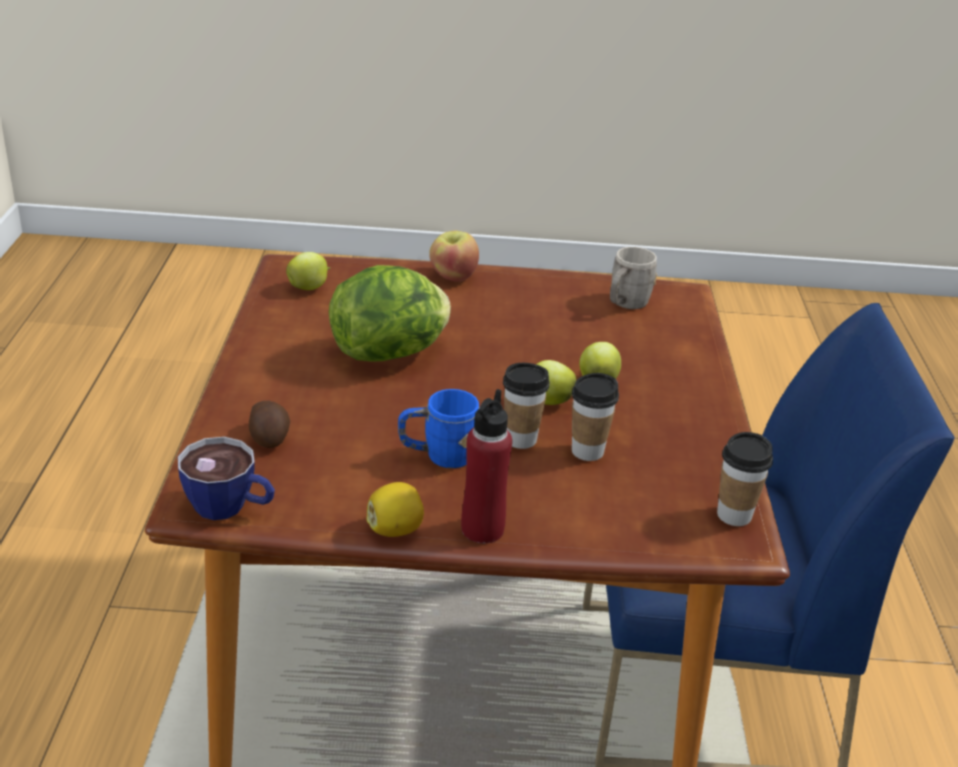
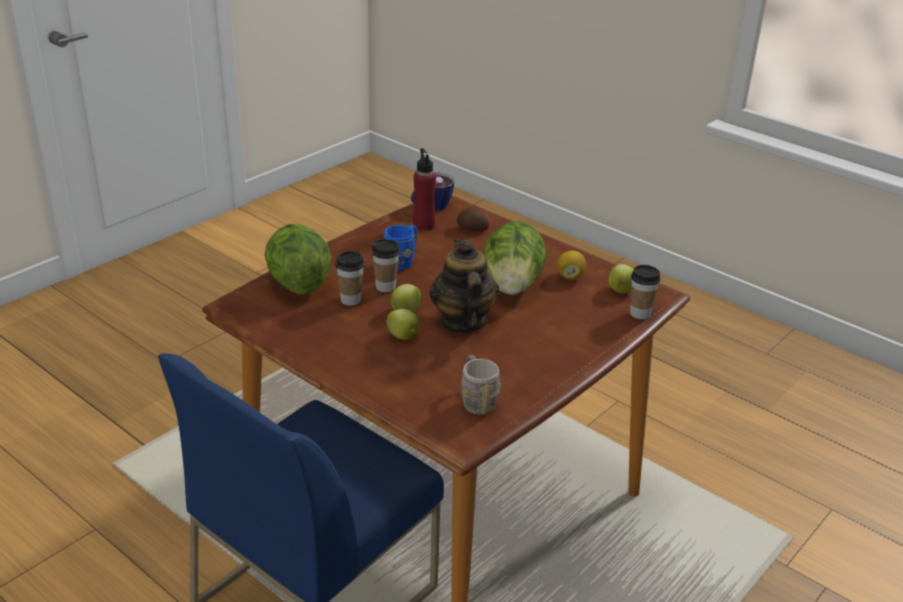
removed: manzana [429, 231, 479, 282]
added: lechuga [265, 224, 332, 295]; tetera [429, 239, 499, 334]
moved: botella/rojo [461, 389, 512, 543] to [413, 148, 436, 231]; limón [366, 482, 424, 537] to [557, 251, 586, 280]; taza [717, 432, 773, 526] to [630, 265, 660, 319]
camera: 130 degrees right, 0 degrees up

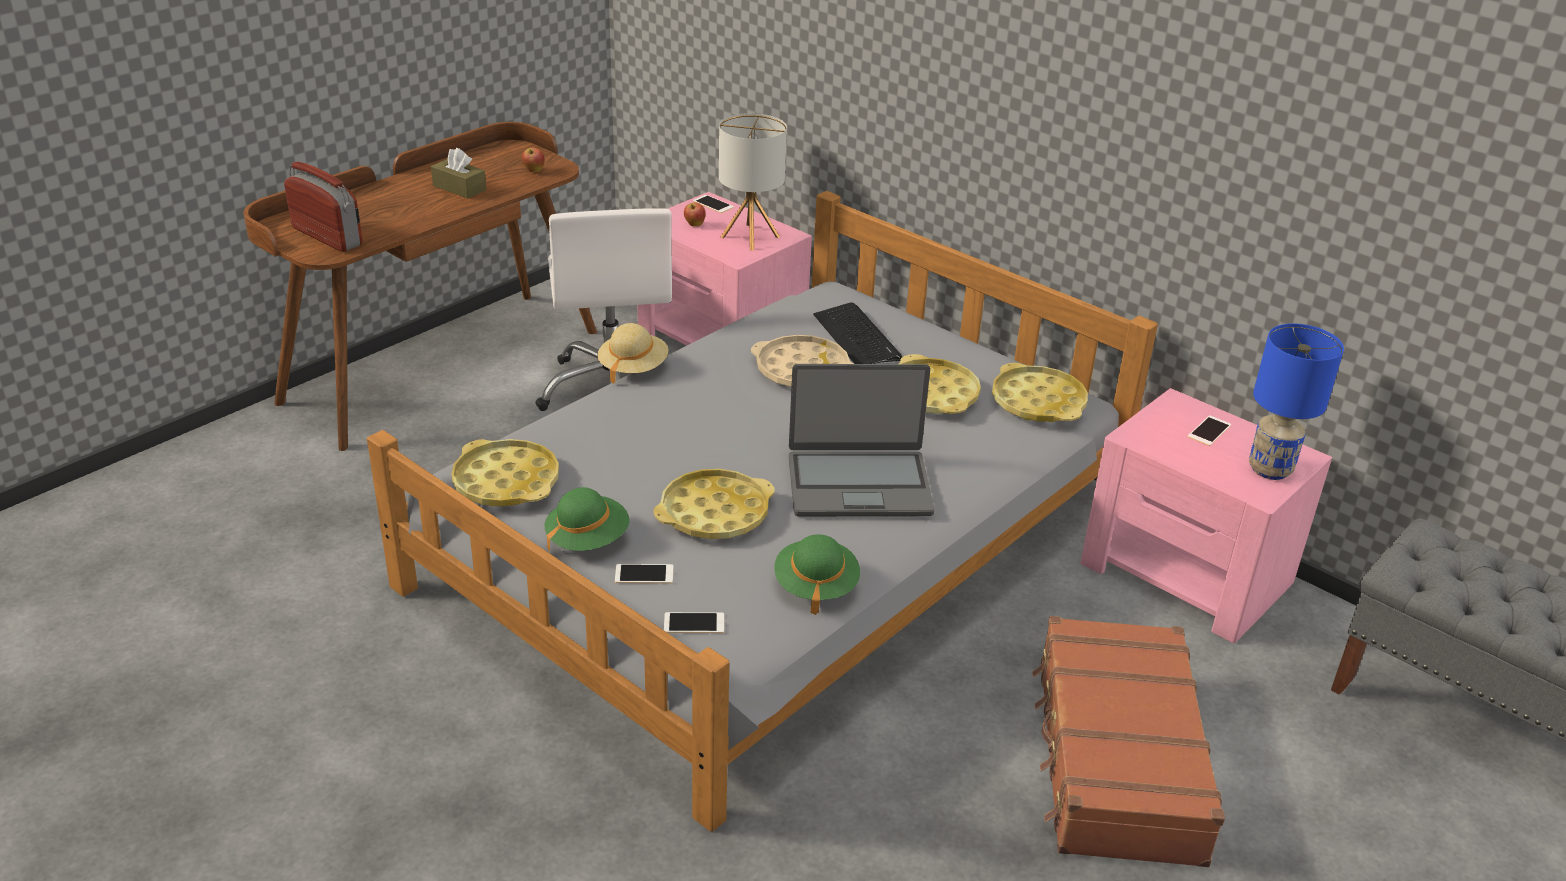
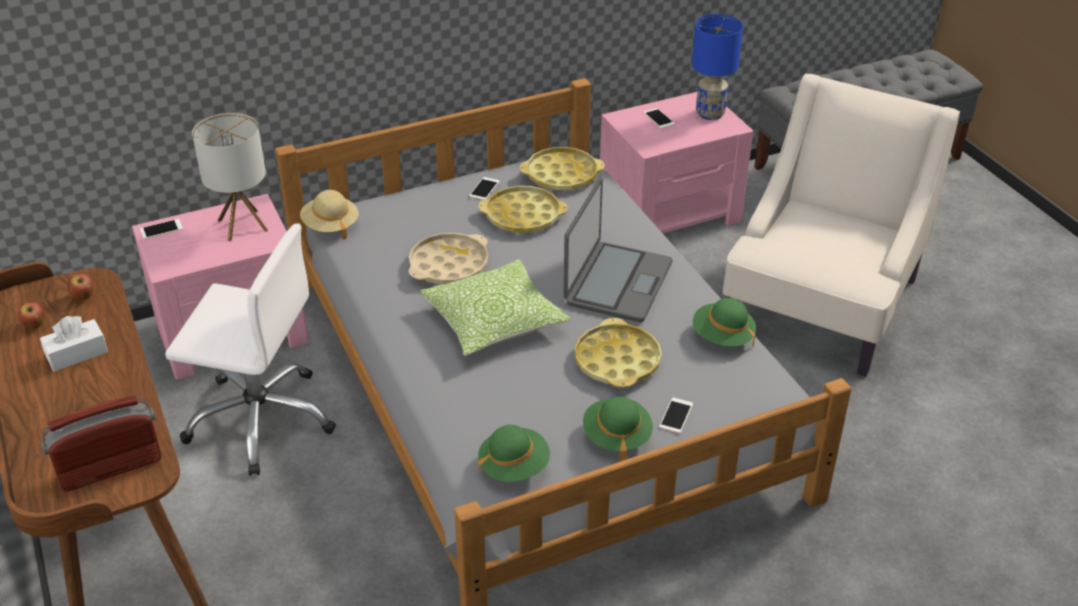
removed: teclado [813, 303, 902, 364]
added: cojín [420, 259, 570, 356]
moved: manzana [684, 202, 706, 227] to [18, 302, 45, 329]; sombrero/beis [597, 323, 668, 384] to [300, 190, 359, 239]; móvil [664, 612, 724, 633] to [469, 177, 500, 200]
replaced: bandeja/amarillo [451, 439, 559, 507] to sombrero/verde [478, 425, 550, 482]; maleta/marrón [1032, 616, 1225, 867] to sillón/beis [723, 73, 960, 377]
recoloured: caja de pañuelos/marrón [431, 148, 486, 198] to caja de pañuelos/blanco [40, 316, 108, 372]
camera: 65 degrees left, 5 degrees up

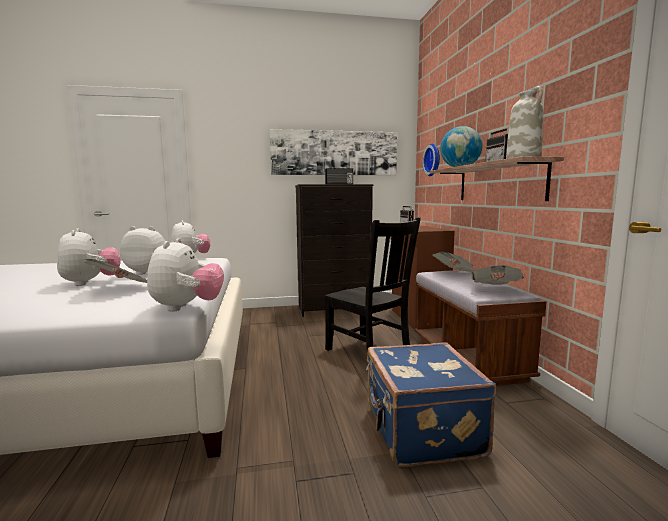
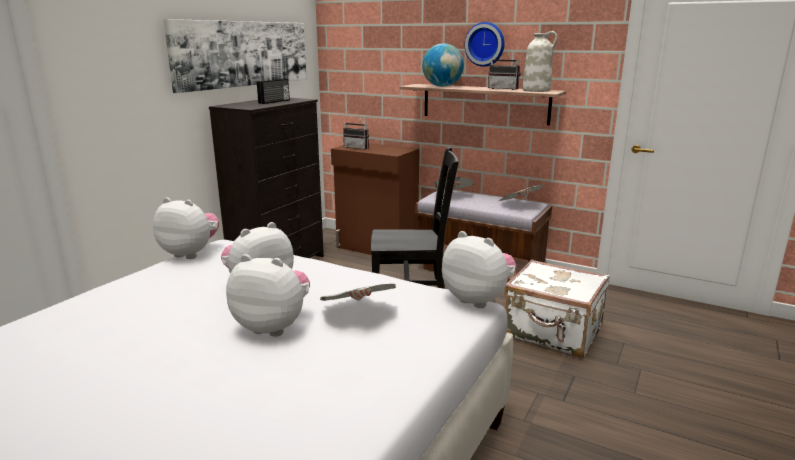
moved: reloj de pared [423, 144, 440, 176] to [465, 22, 505, 67]
recoloured: maleta/azul [366, 342, 496, 467] to maleta/blanco [504, 259, 609, 358]
camera: 50 degrees left, 10 degrees up

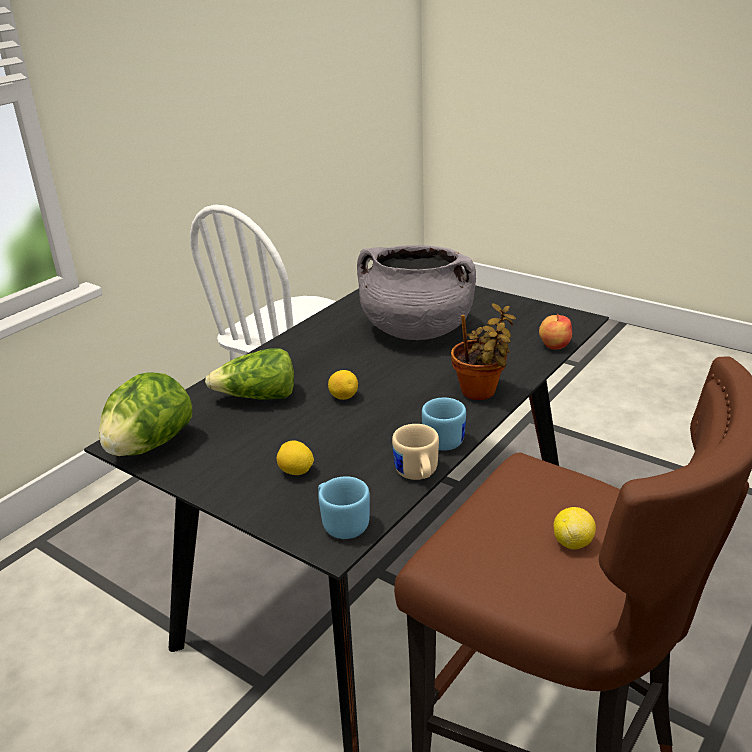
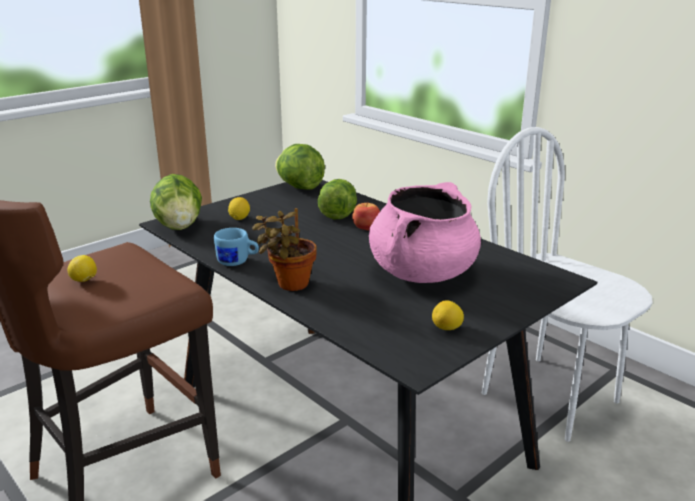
removed: taza grande/beis [392, 424, 439, 480]
moved: manzana [539, 314, 572, 349] to [352, 202, 380, 231]; limón [328, 370, 358, 400] to [432, 300, 464, 330]
replaced: taza grande/azul [318, 476, 370, 539] to lechuga [150, 174, 202, 230]
recoloured: olla/gris [357, 245, 476, 340] to olla/rosa [369, 182, 481, 283]
camera: 100 degrees right, 5 degrees down

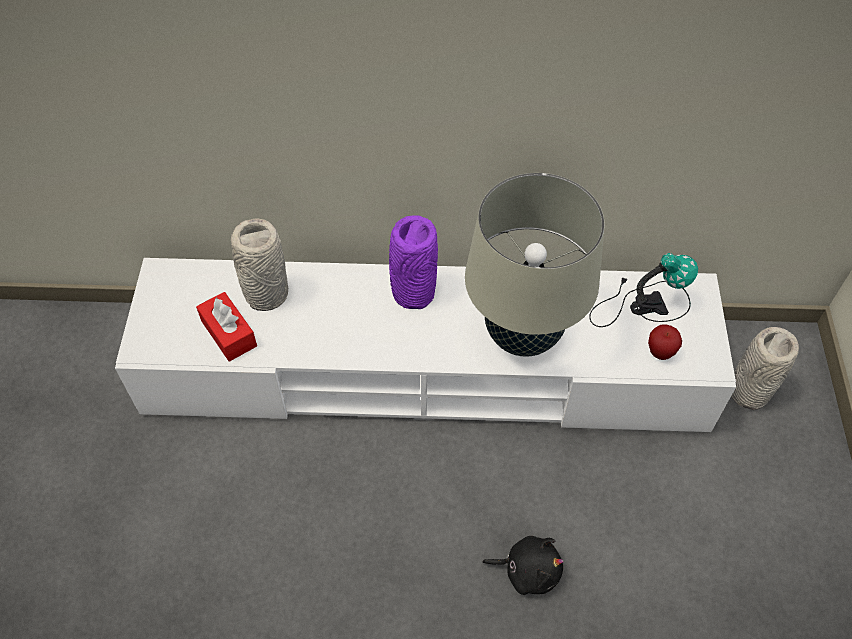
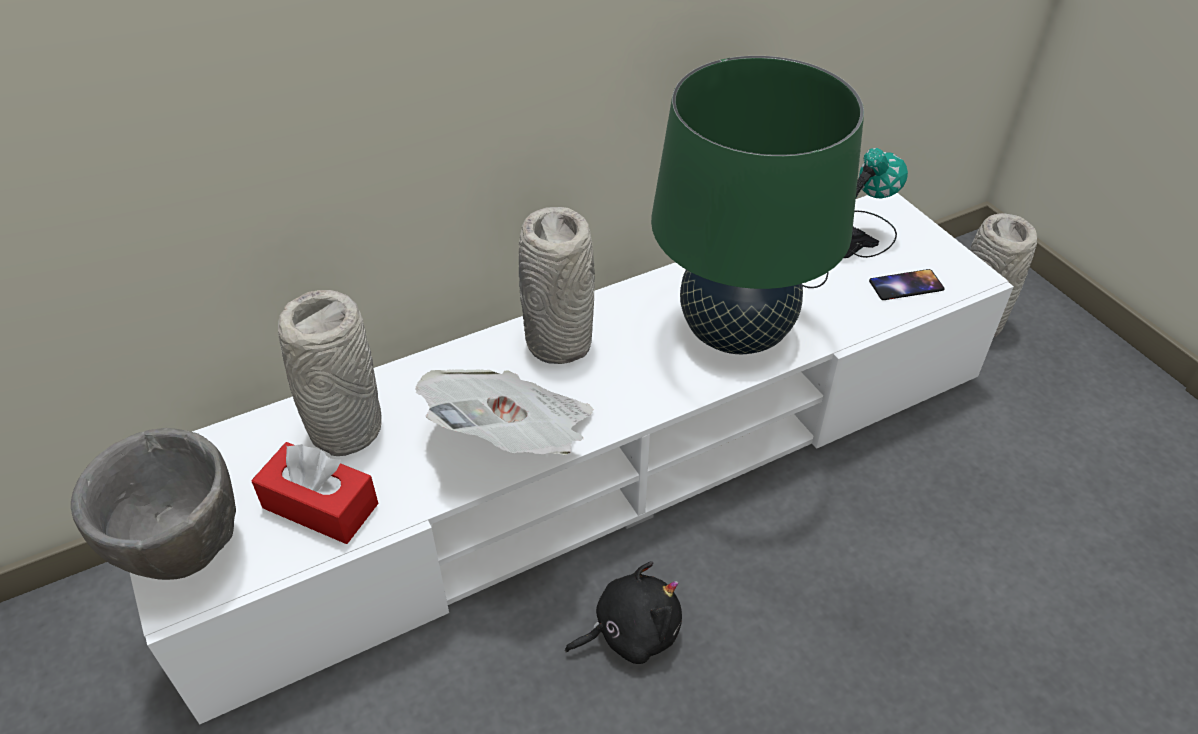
added: cuenco/gris [71, 428, 236, 580]; periódico [416, 369, 594, 455]
moved: peluche/negro [482, 536, 564, 595] to [565, 561, 682, 664]
replaced: manzana [648, 324, 682, 360] to móvil [869, 269, 944, 300]
recoloured: florero/morado [389, 215, 438, 309] to florero/gris [519, 207, 595, 364]; lámpara de mesa/beis [465, 173, 605, 357] to lámpara de mesa/verde [651, 56, 864, 354]
camera: 30 degrees left, 10 degrees down

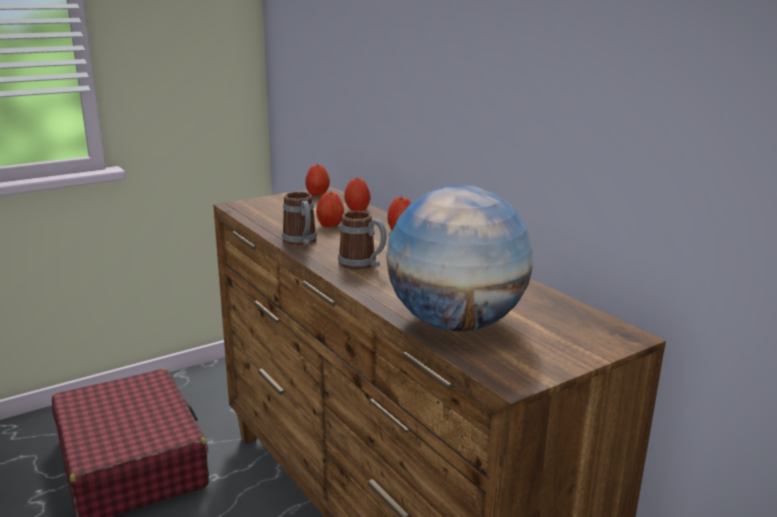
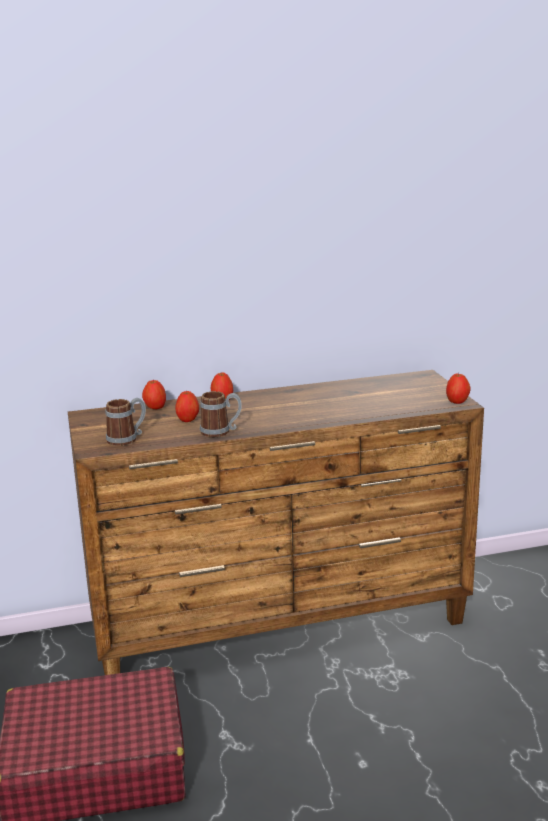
removed: globo terráqueo [386, 185, 533, 331]
moved: taza grande [338, 211, 387, 270] to [106, 398, 146, 446]; manzana [305, 164, 330, 196] to [446, 373, 470, 404]
camera: 70 degrees left, 0 degrees up

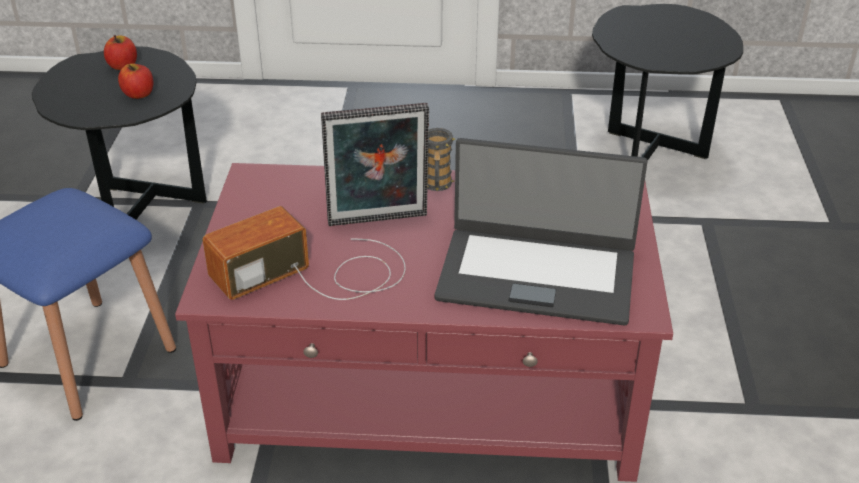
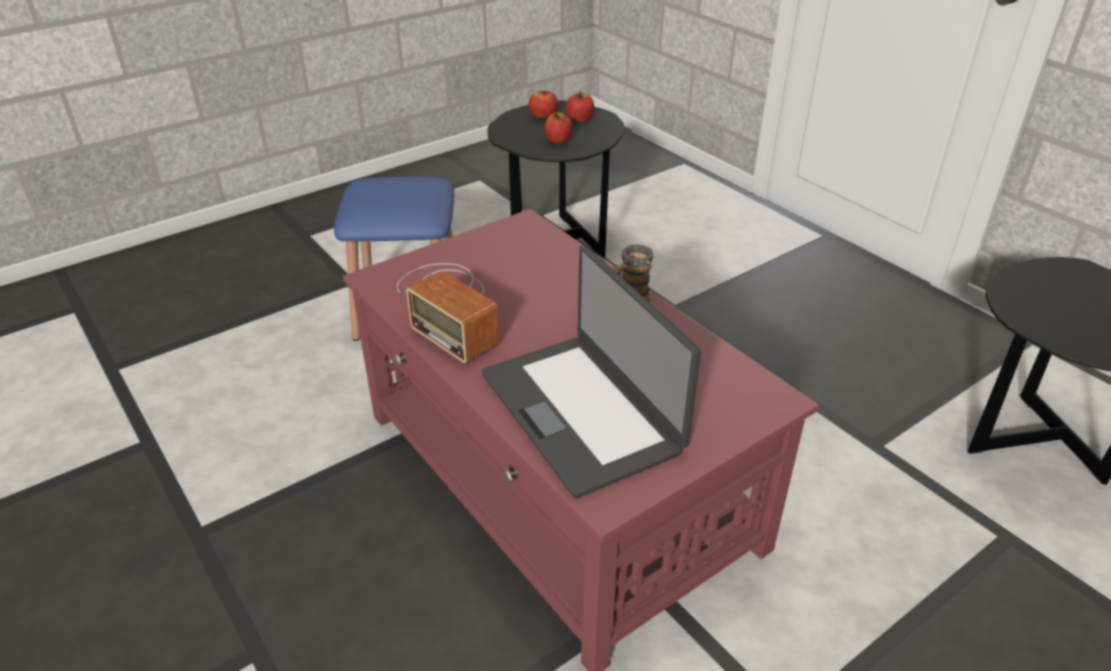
removed: portarretratos [321, 103, 429, 226]
added: manzana [529, 91, 558, 119]
turned: radio [203, 206, 406, 300] = [397, 263, 499, 363] 150 degrees counterclockwise
camera: 50 degrees right, 0 degrees up

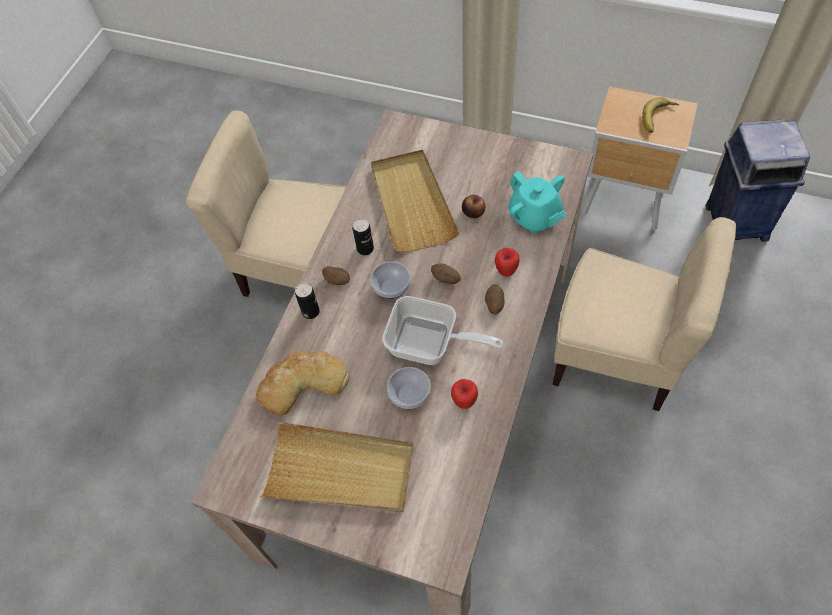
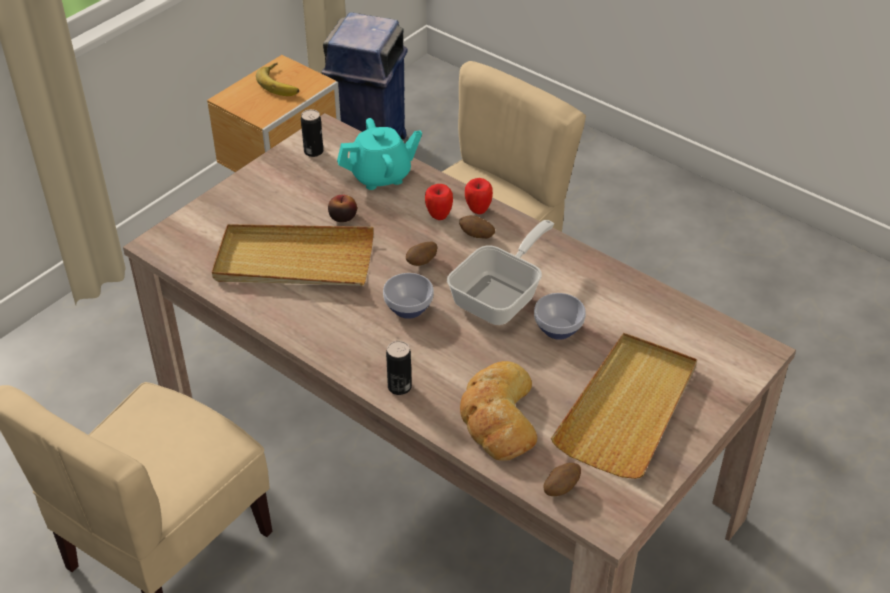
moved: lata [353, 218, 374, 255] to [301, 109, 323, 157]; manzana [451, 379, 478, 409] to [465, 178, 493, 214]; patata [322, 266, 350, 285] to [544, 463, 581, 496]
camera: 75 degrees left, 15 degrees down

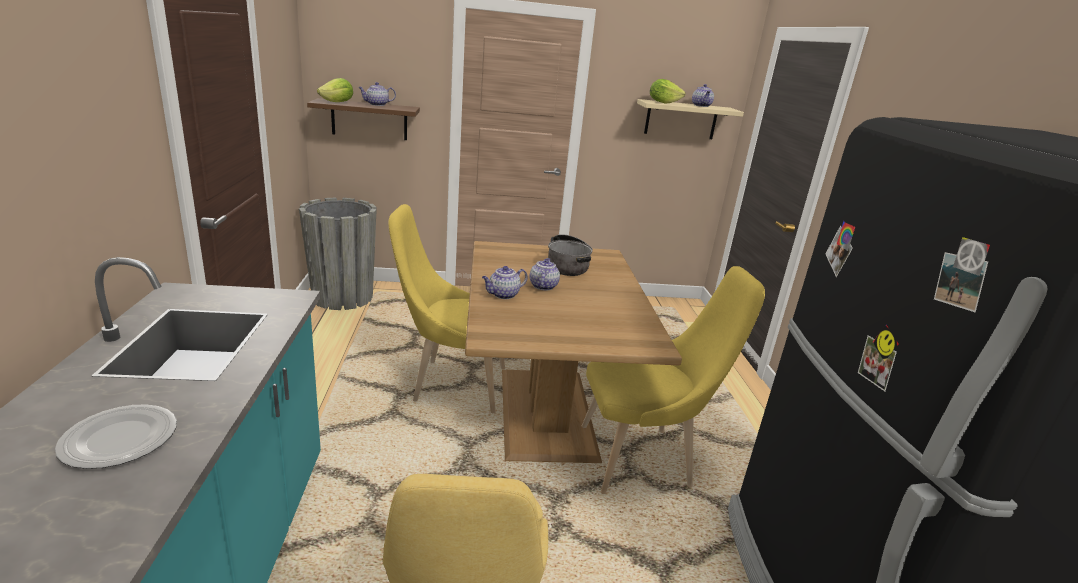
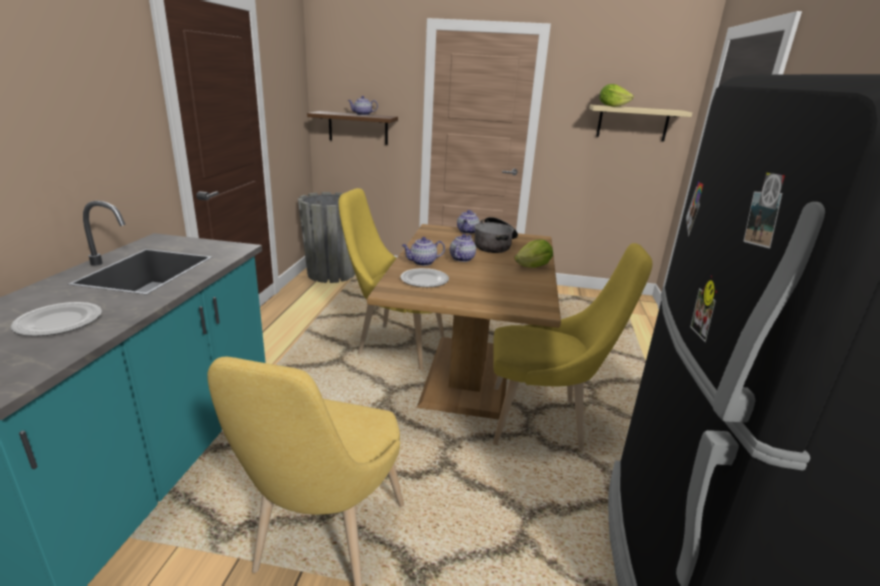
added: plato [400, 268, 449, 287]
moved: tetera [692, 84, 714, 107] to [457, 210, 480, 234]; lechuga [317, 78, 353, 102] to [514, 239, 553, 268]
camera: 15 degrees right, 0 degrees up

